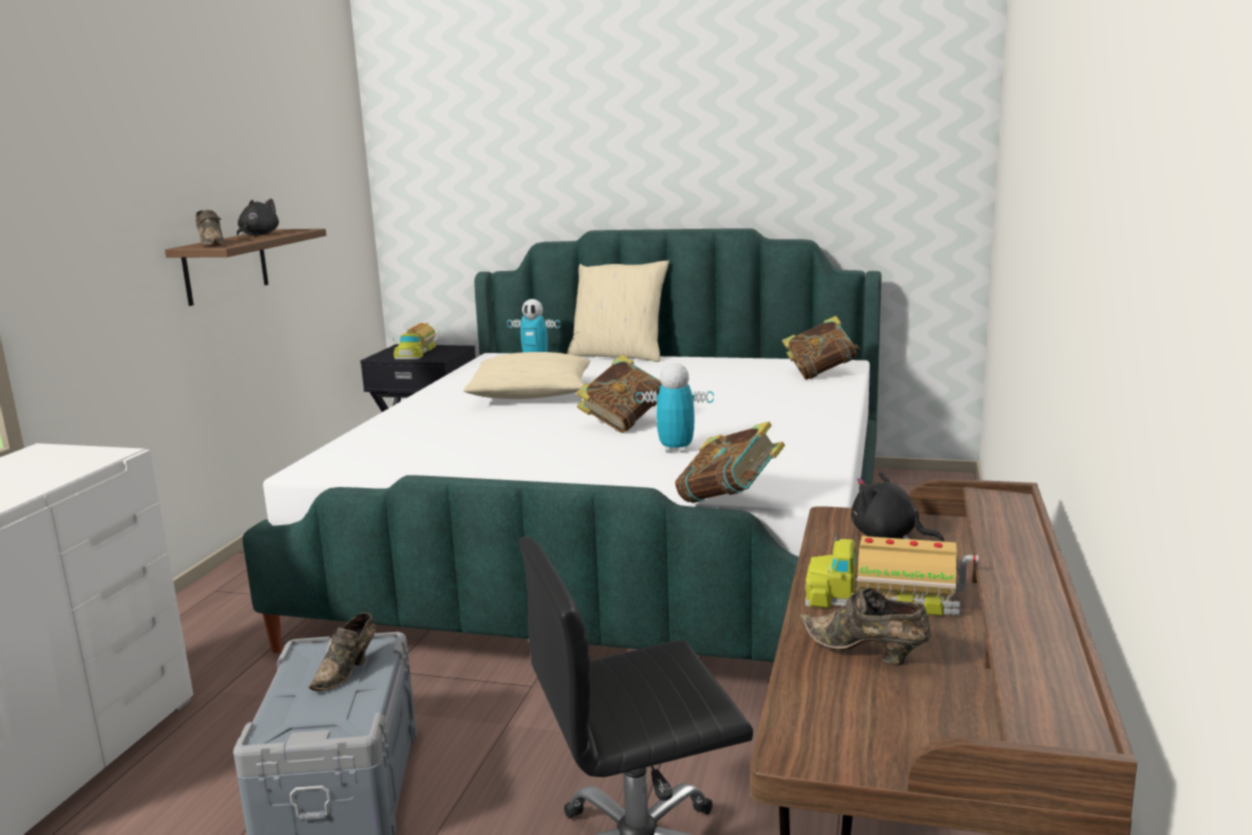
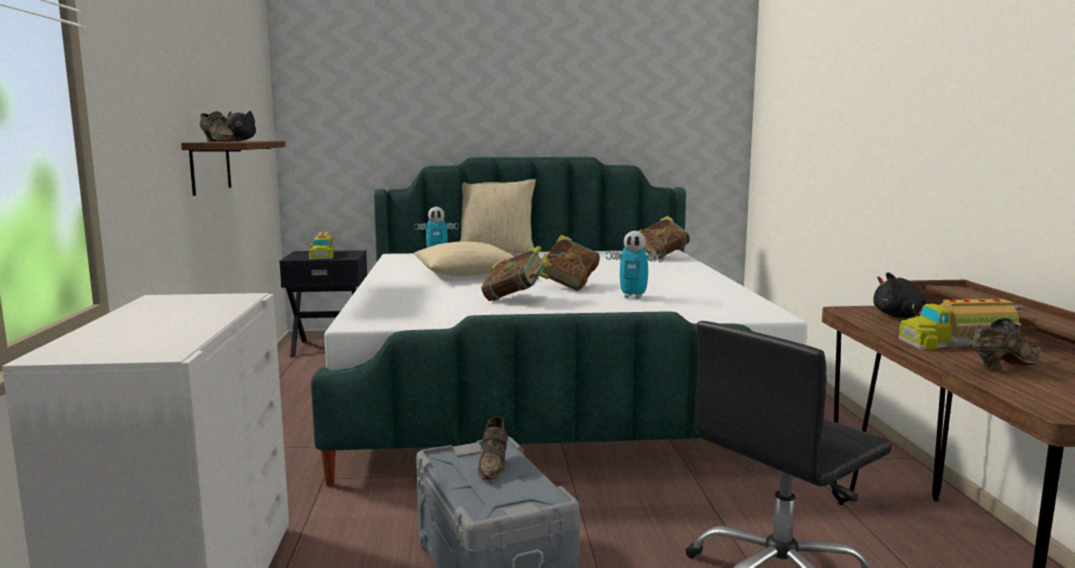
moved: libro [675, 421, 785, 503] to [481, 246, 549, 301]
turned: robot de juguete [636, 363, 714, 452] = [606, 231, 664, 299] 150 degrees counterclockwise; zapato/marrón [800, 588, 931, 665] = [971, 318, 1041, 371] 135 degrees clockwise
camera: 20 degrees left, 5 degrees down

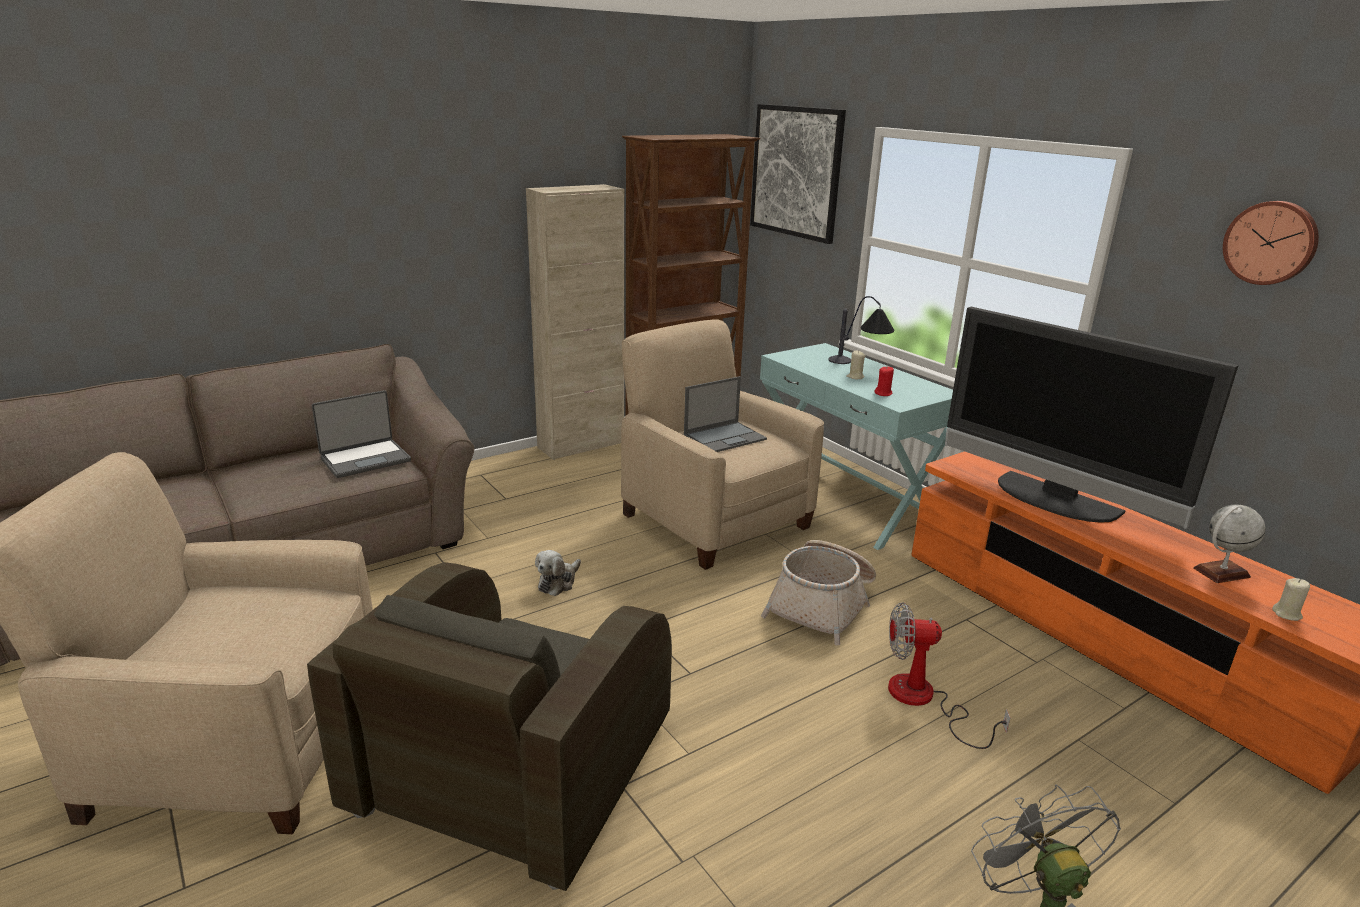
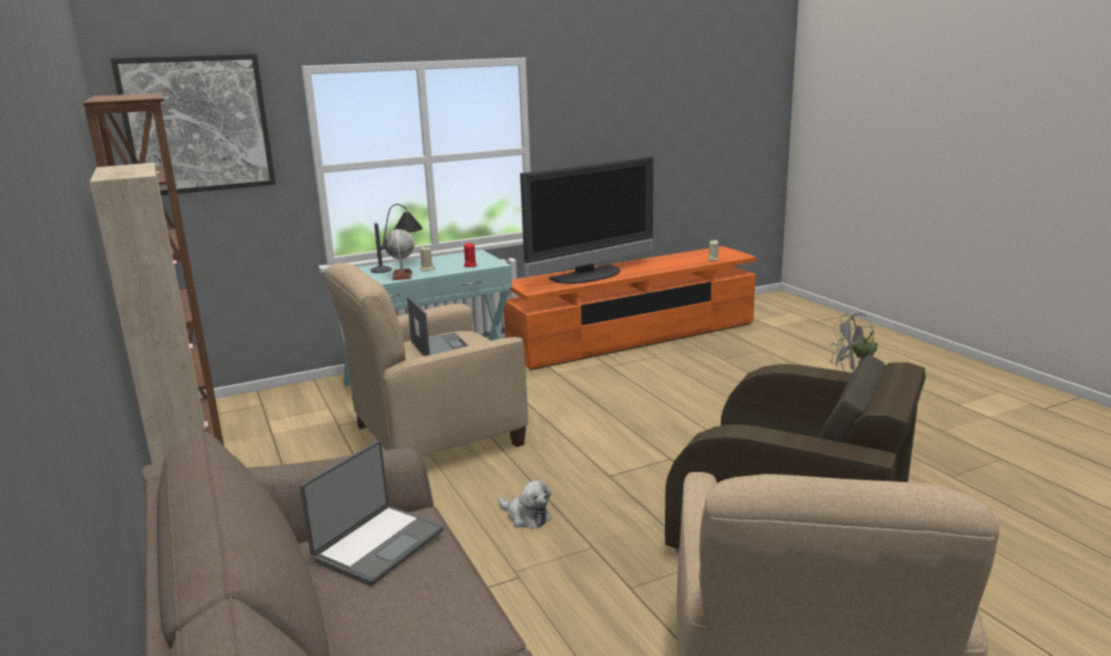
removed: cesta [761, 540, 876, 645]; ventilador [888, 602, 1010, 749]; reloj de pared [1223, 201, 1319, 285]
moved: globo terráqueo [1193, 505, 1266, 583] to [384, 229, 414, 280]
turned: portátil [312, 390, 411, 478] = [300, 441, 444, 586] 60 degrees clockwise
camera: 80 degrees left, 5 degrees down

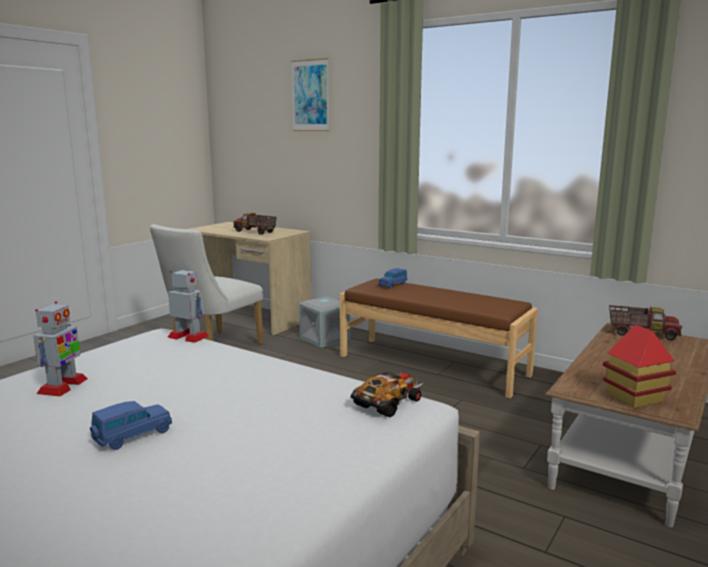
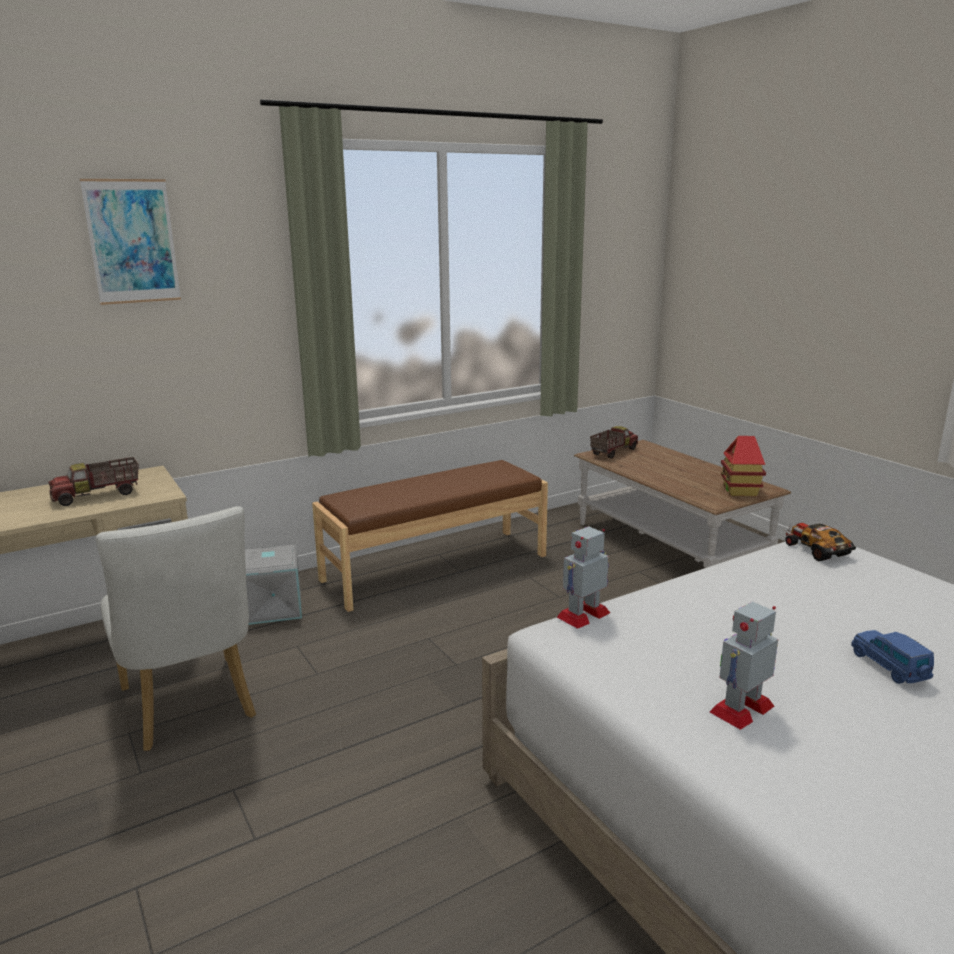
removed: coche de juguete/azul [378, 268, 408, 289]
turned: robot de juguete [34, 301, 88, 397] = [710, 602, 778, 730] 75 degrees counterclockwise
camera: 65 degrees left, 5 degrees up

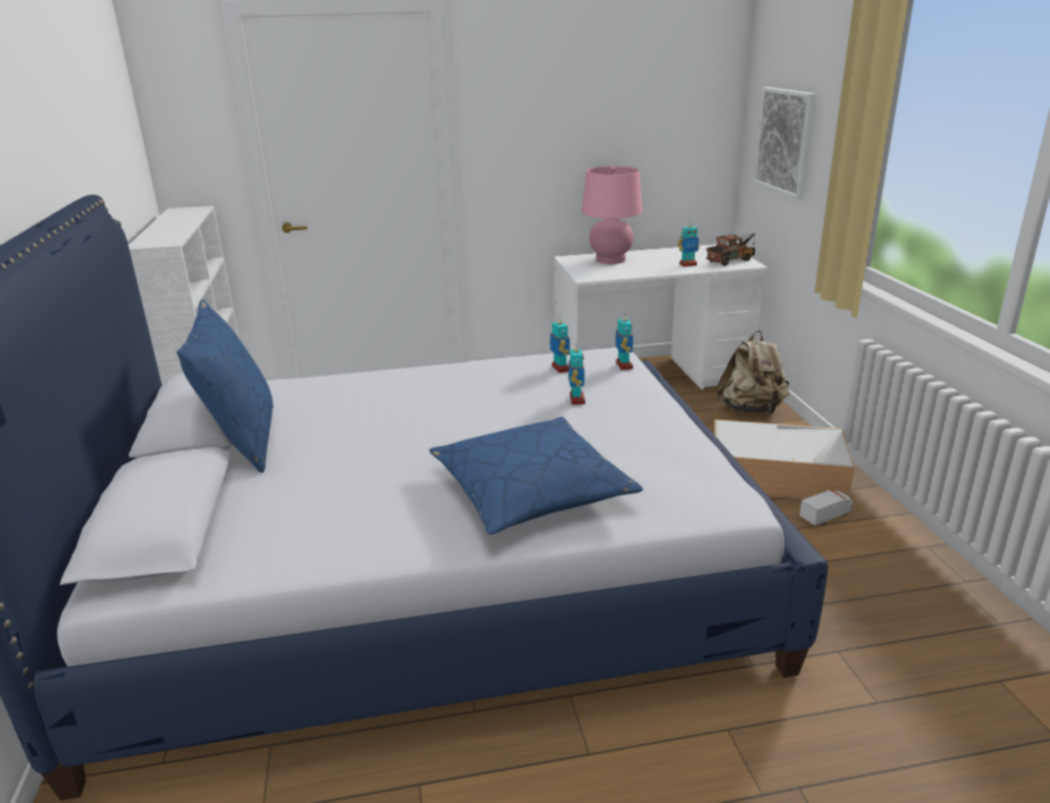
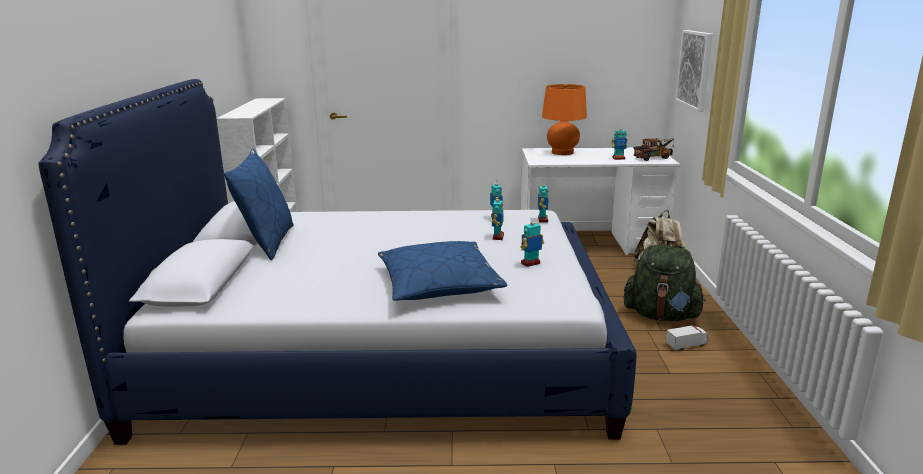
added: robot de juguete [520, 217, 544, 267]
replaced: caja de almacenaje [714, 420, 855, 499] to mochila/verde [624, 245, 706, 321]
recoloured: lámpara de mesa/rosa [582, 166, 642, 264] to lámpara de mesa/naranja [542, 84, 587, 155]
camera: 10 degrees right, 5 degrees down

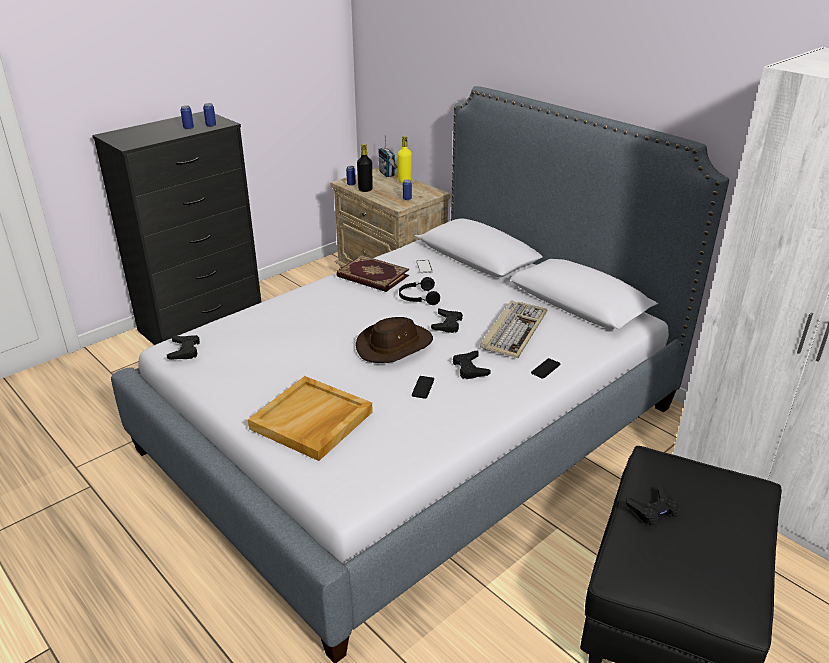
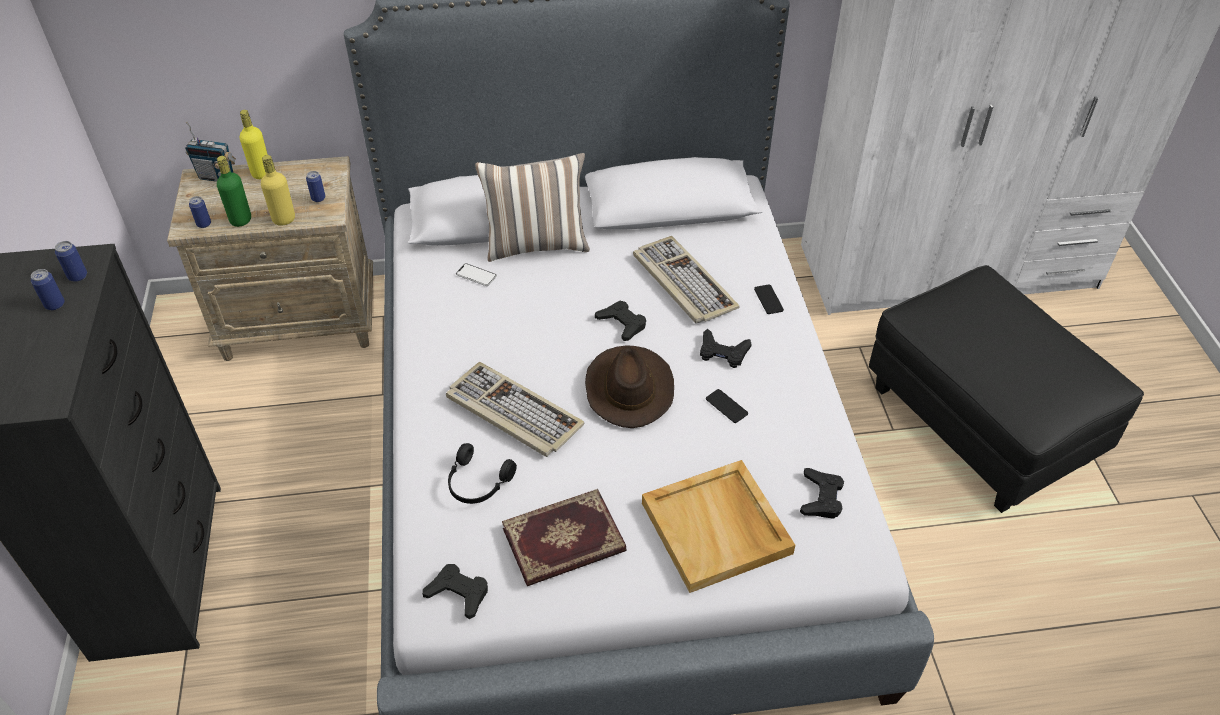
added: botella/amarillo [261, 155, 295, 226]; teclado [446, 362, 584, 457]; cojín [475, 153, 590, 262]
moved: auriculares/negro [399, 277, 440, 305] to [448, 443, 517, 504]; libro [337, 255, 409, 292] to [502, 489, 627, 586]; mando de consola/negro [626, 486, 681, 525] to [800, 468, 844, 519]
recoloured: botella/negro [357, 144, 373, 192] to botella/verde [217, 156, 251, 227]
camera: 55 degrees left, 15 degrees up

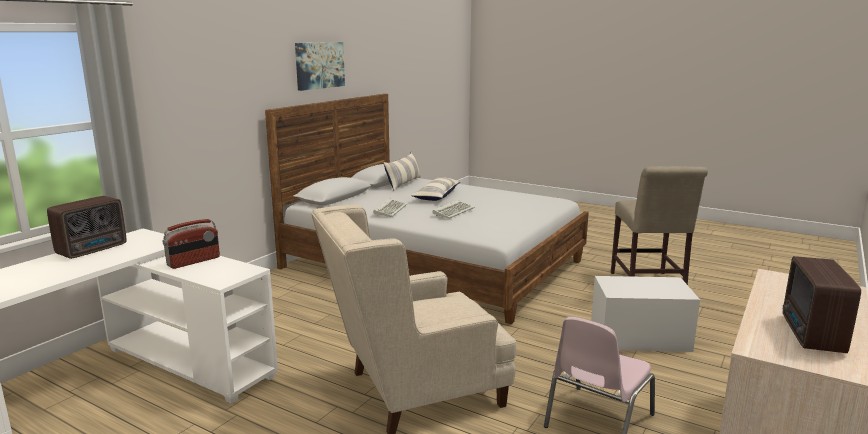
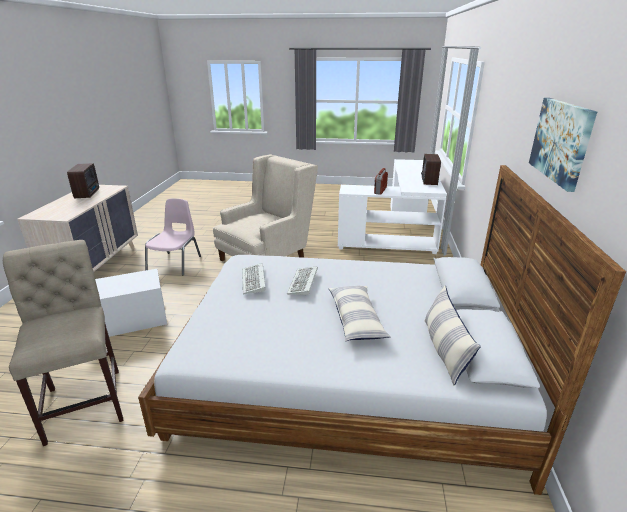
moved: teclado [373, 198, 407, 217] to [242, 263, 266, 294]
camera: 155 degrees right, 10 degrees up

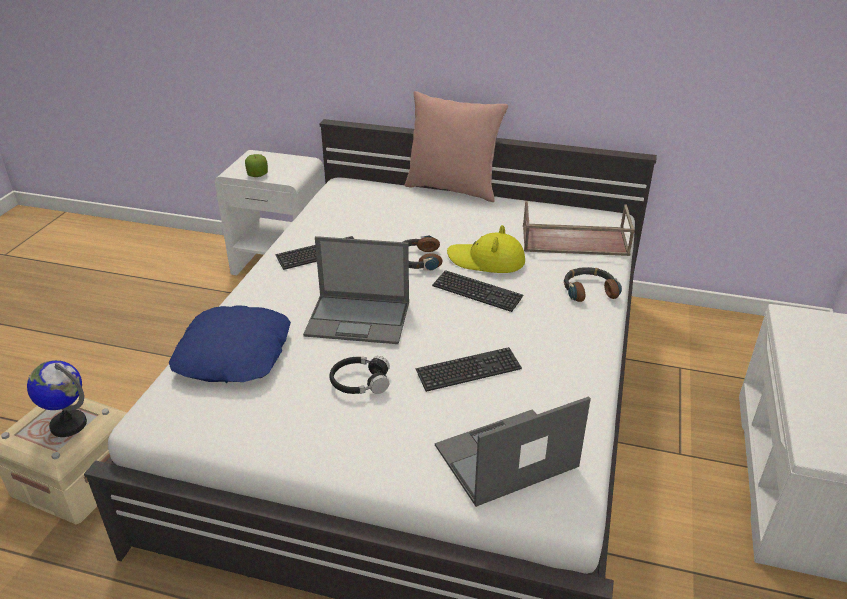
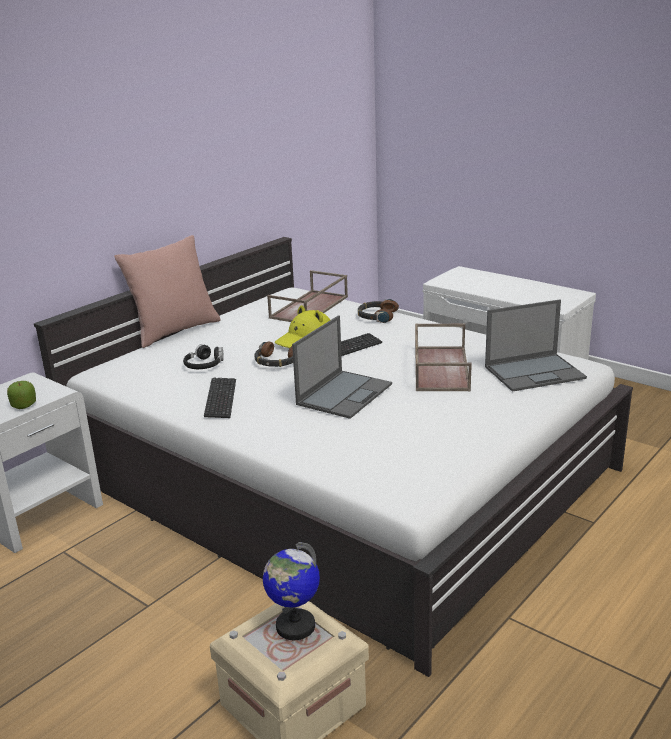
removed: cojín/azul [169, 305, 291, 383]
moved: auriculares/negro [330, 356, 390, 394] to [183, 344, 224, 369]
replaced: teclado [416, 347, 522, 392] to bandeja/marrón [415, 324, 472, 391]
turned: portátil [435, 396, 591, 507] = [485, 299, 587, 392] 105 degrees counterclockwise
camera: 65 degrees left, 10 degrees down

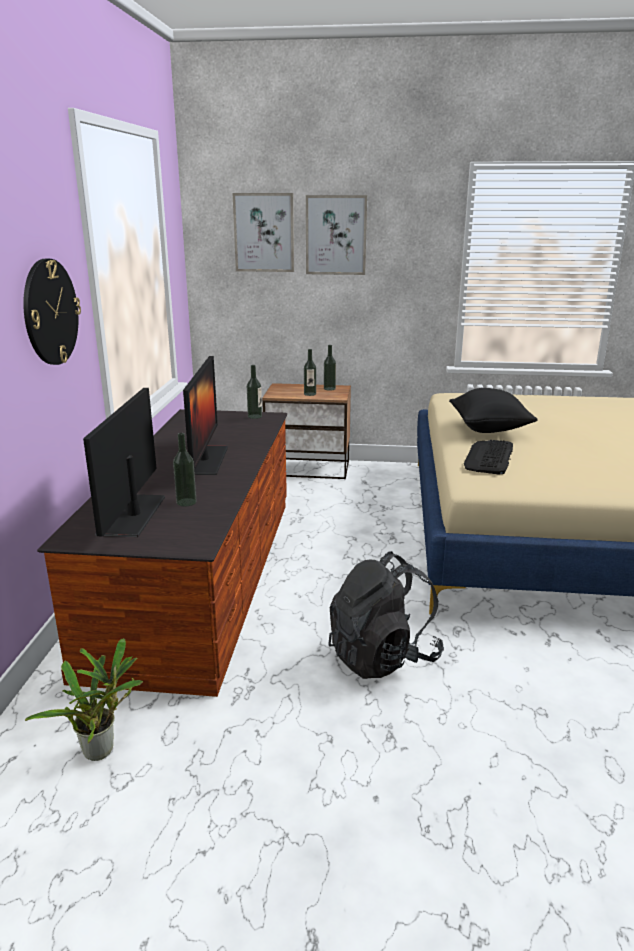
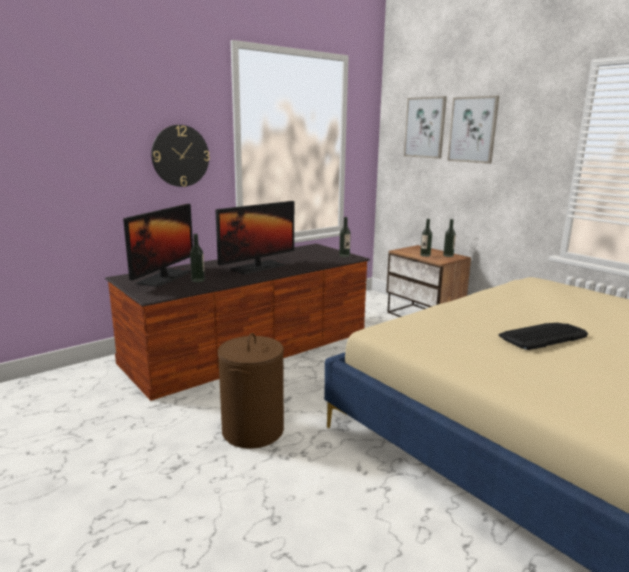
removed: planta en maceta [25, 638, 143, 761]; cojín/negro [449, 388, 538, 433]
moved: teclado [464, 440, 513, 474] to [499, 323, 588, 350]
replaced: mochila/negro [328, 551, 444, 679] to cesto de la ropa/marrón [218, 333, 284, 449]
turned: monitor [83, 388, 165, 537] = [123, 204, 193, 287] 150 degrees clockwise
camera: 45 degrees right, 5 degrees down

